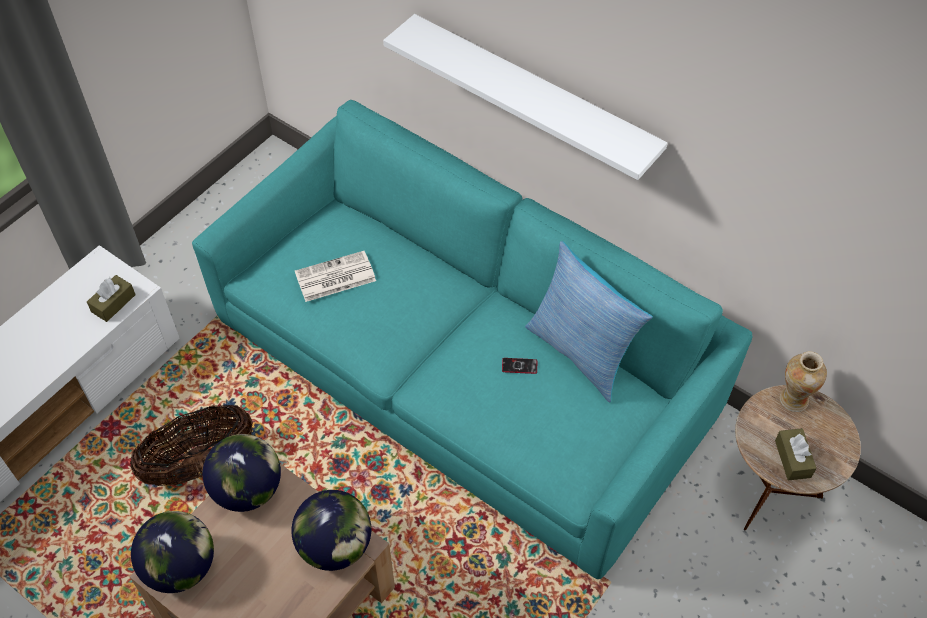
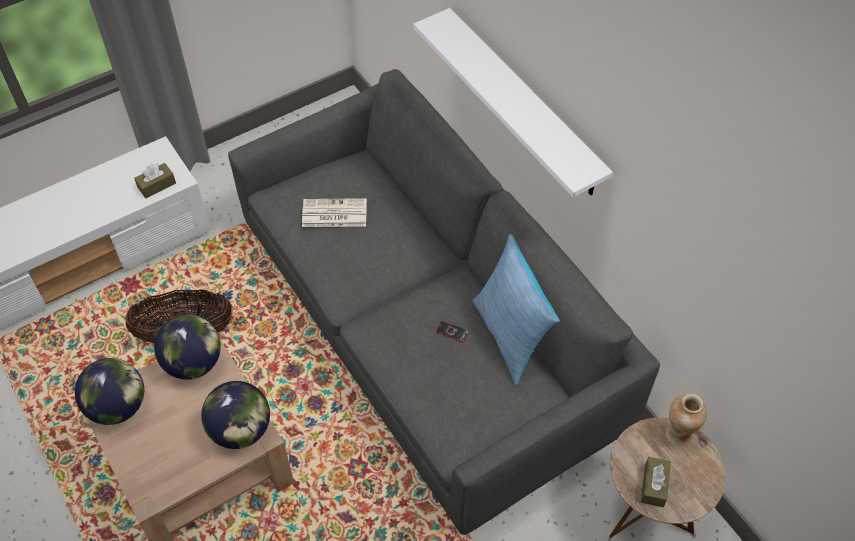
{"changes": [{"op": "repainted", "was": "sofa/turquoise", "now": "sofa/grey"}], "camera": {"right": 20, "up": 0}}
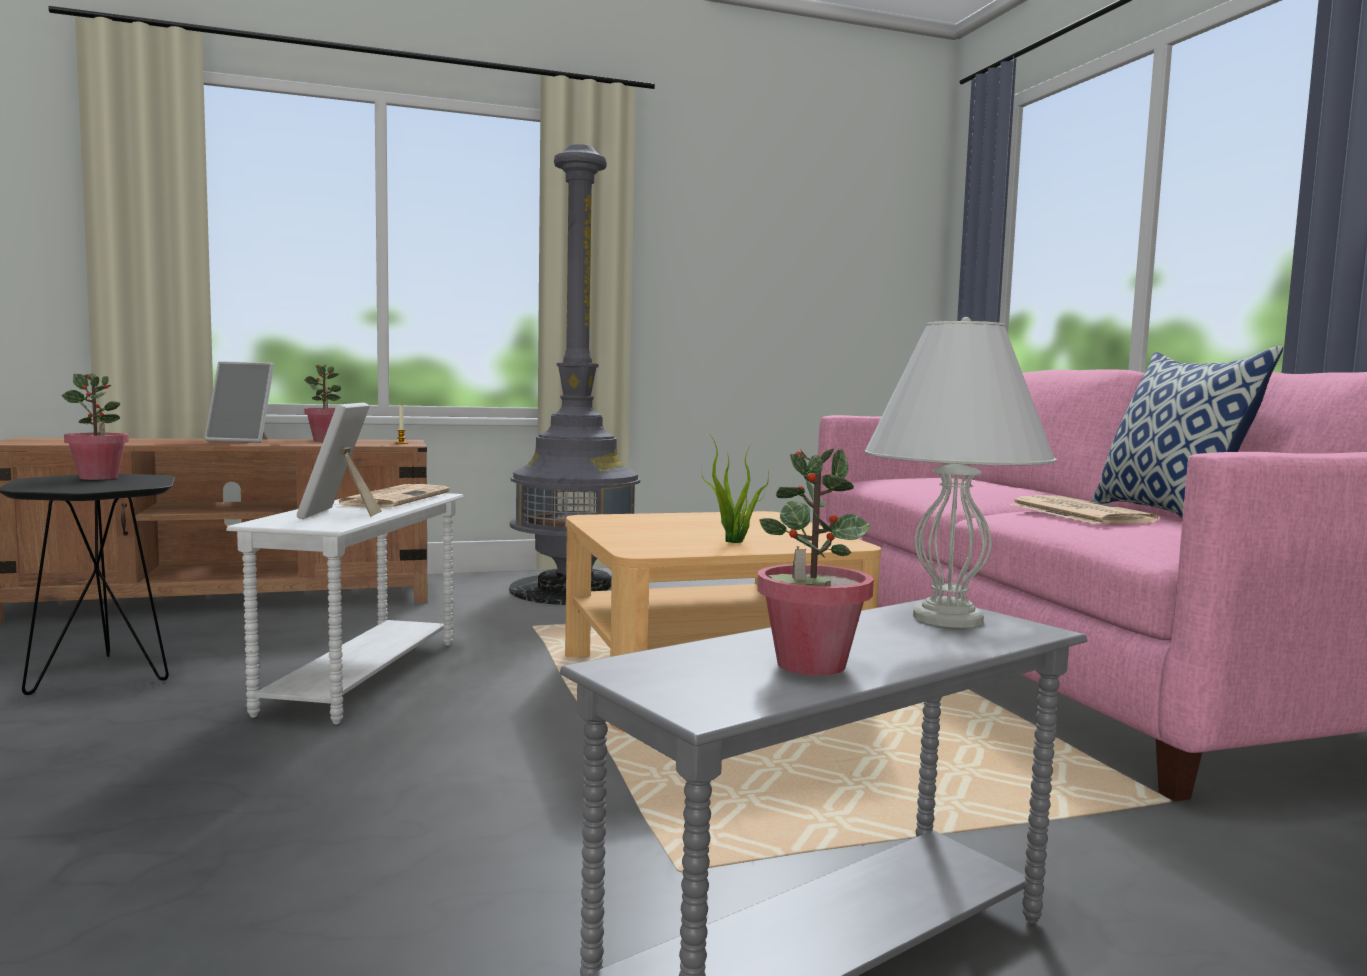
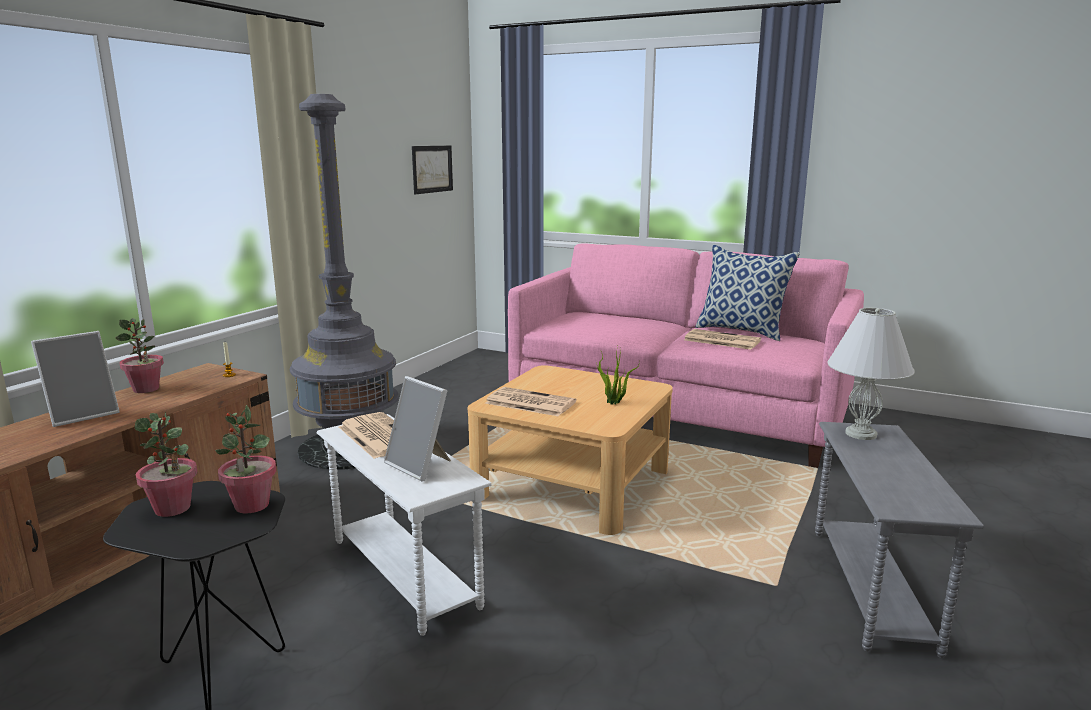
{"changes": [{"op": "new", "now": "picture"}, {"op": "new", "now": "newspaper (no. 2 from left)"}, {"op": "shifted", "was": "potted plant (no. 4 from left in the first image)", "now": "potted plant (no. 3 from left)"}], "camera": {"right": -45, "up": 10}}
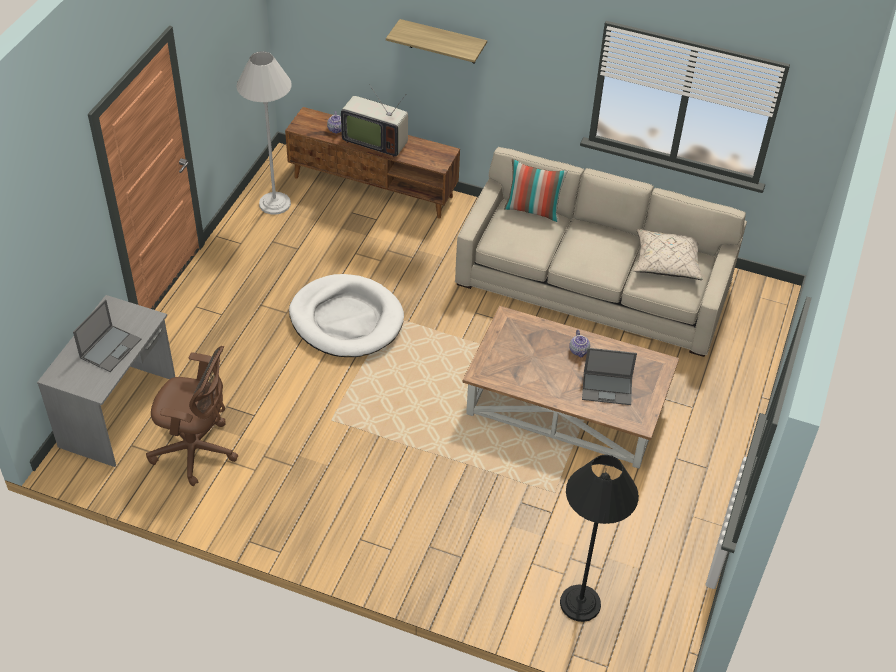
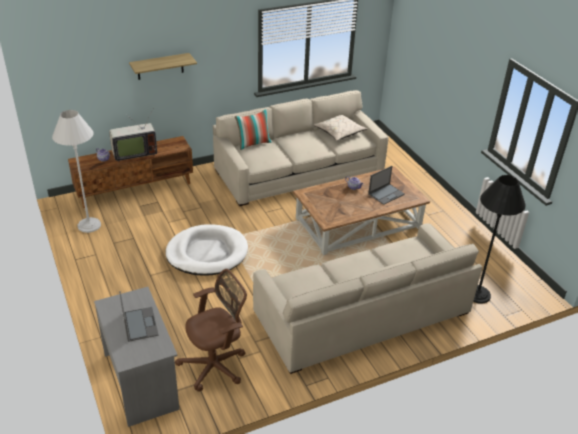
{"changes": [{"op": "new", "now": "sofa/beige (no. 2 from left)"}], "camera": {"right": -45, "up": -10}}
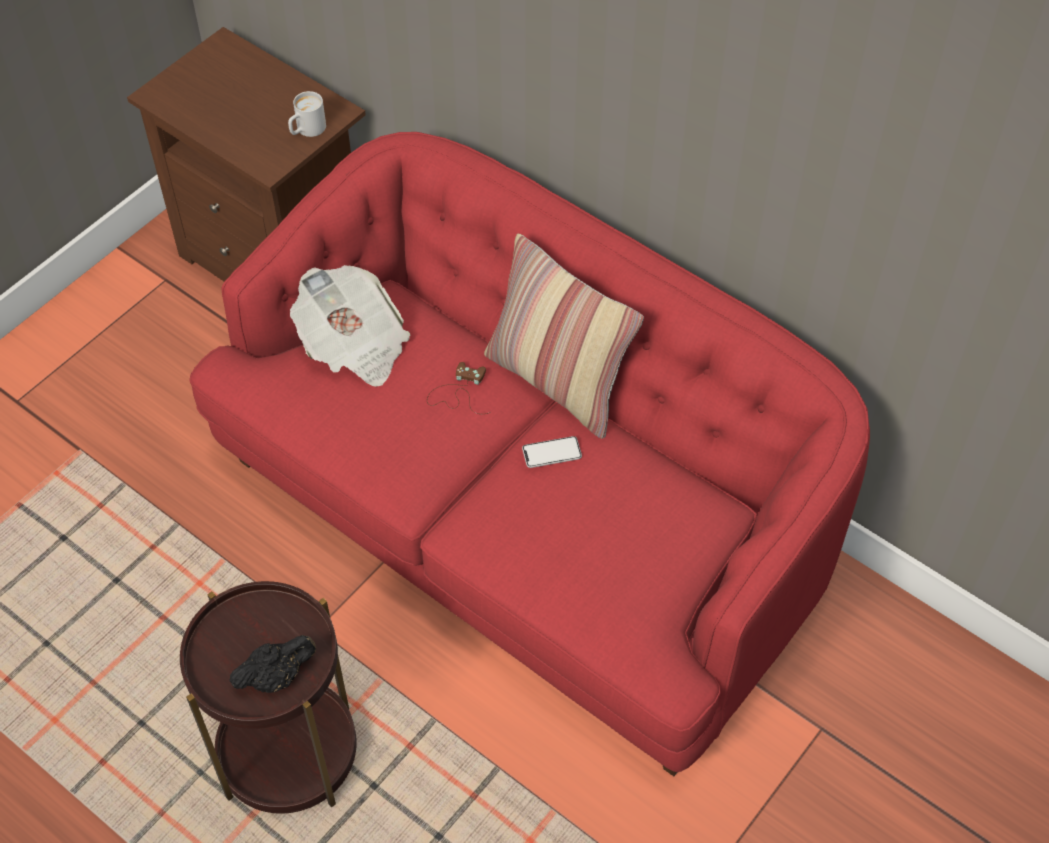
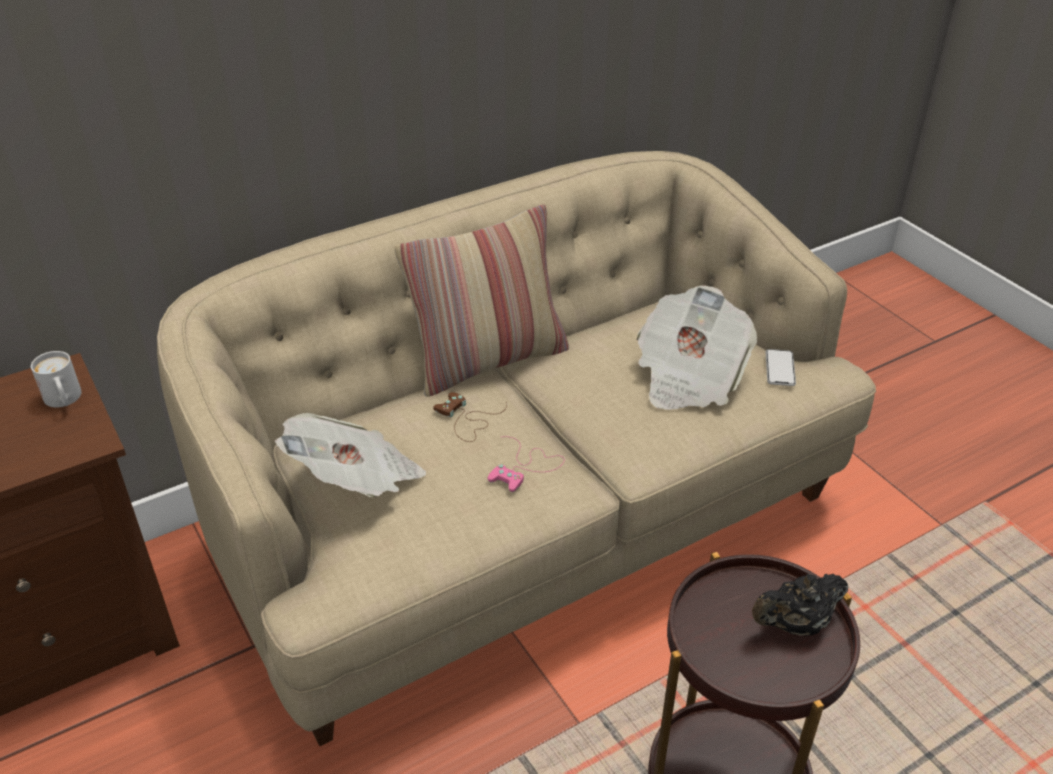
{"changes": [{"op": "new", "now": "game controller/pink"}, {"op": "new", "now": "newspaper (no. 2 from left)"}, {"op": "shifted", "was": "phone"}, {"op": "repainted", "was": "sofa/red", "now": "sofa/beige"}, {"op": "rotated", "was": "teapot/black", "clockwise": -105}], "camera": {"right": -70, "up": -15}}
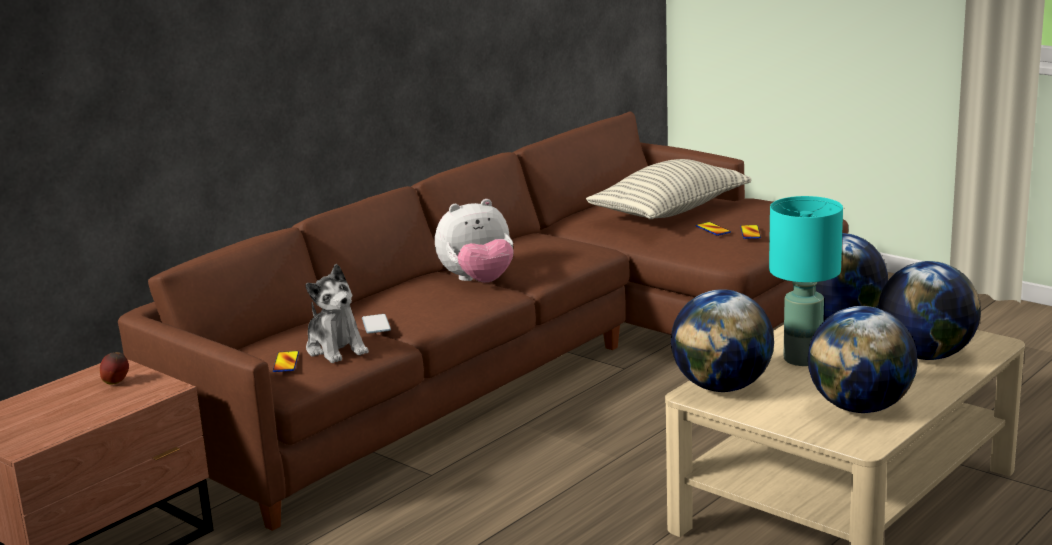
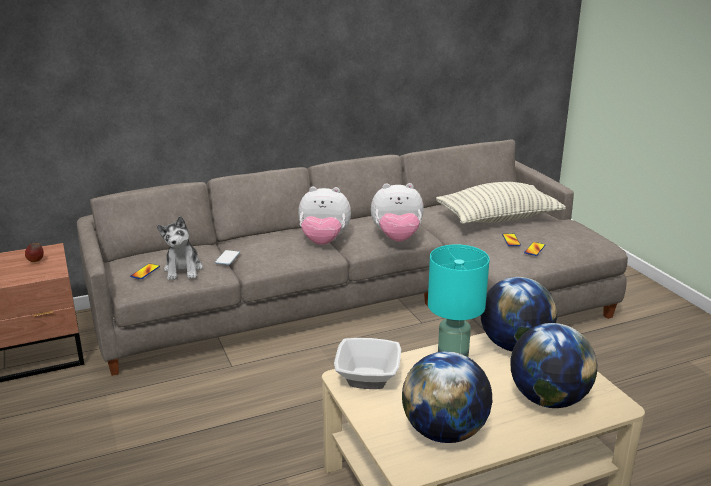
{"changes": [{"op": "new", "now": "plush toy (no. 3 from left)"}, {"op": "swapped", "was": "globe (no. 1 from left)", "now": "bowl"}, {"op": "repainted", "was": "sofa/brown", "now": "sofa/grey"}], "camera": {"right": 25, "up": 5}}
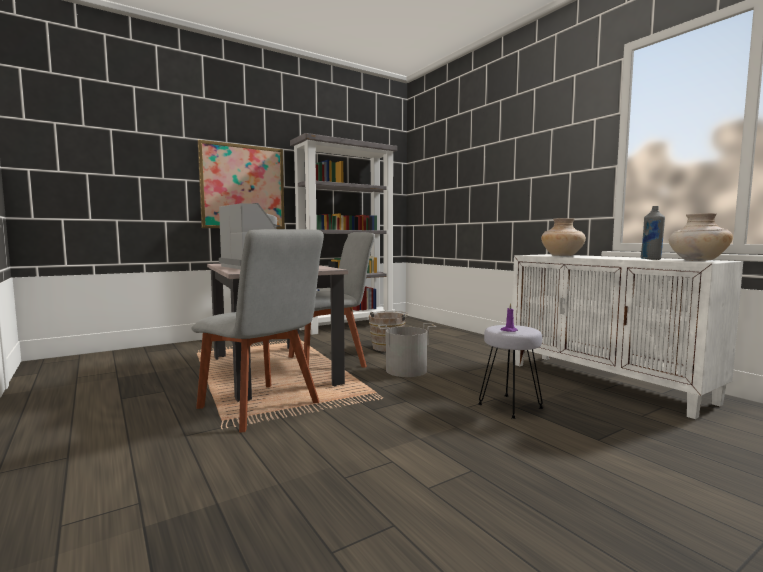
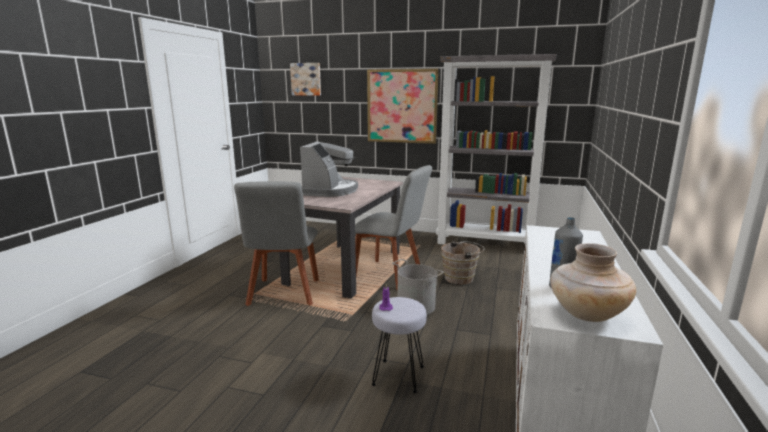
{"changes": [{"op": "gone", "was": "vase/beige (no. 1 from left)"}, {"op": "new", "now": "picture (no. 1 from left)"}], "camera": {"right": 50, "up": 10}}
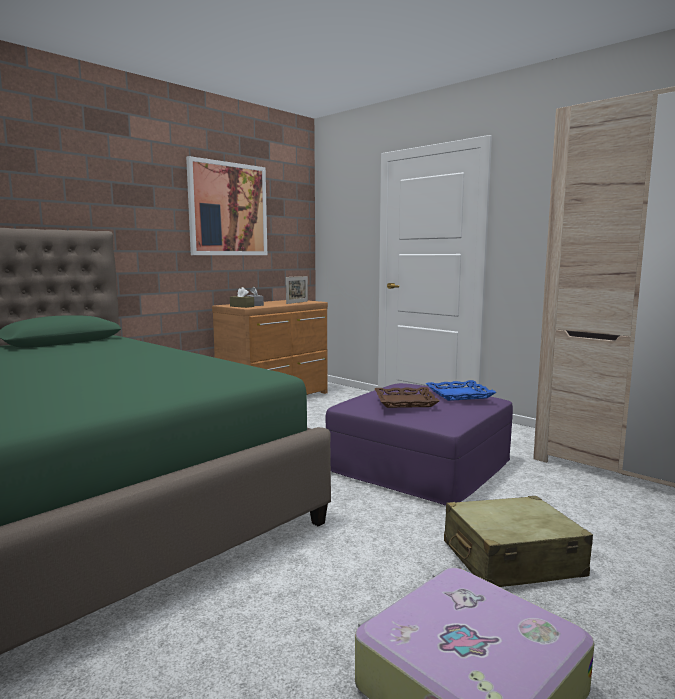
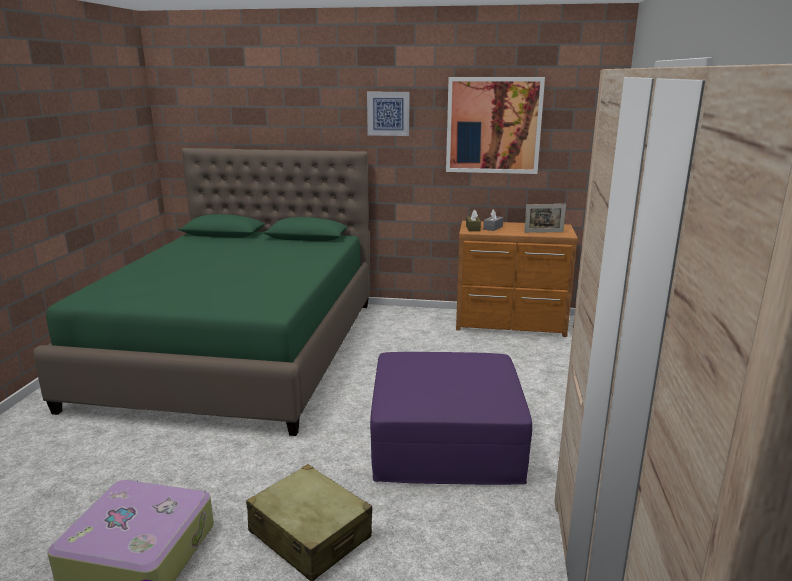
{"changes": [{"op": "gone", "was": "tray/brown"}, {"op": "gone", "was": "tray/blue"}, {"op": "new", "now": "picture (no. 1 from left)"}], "camera": {"right": 55, "up": 10}}
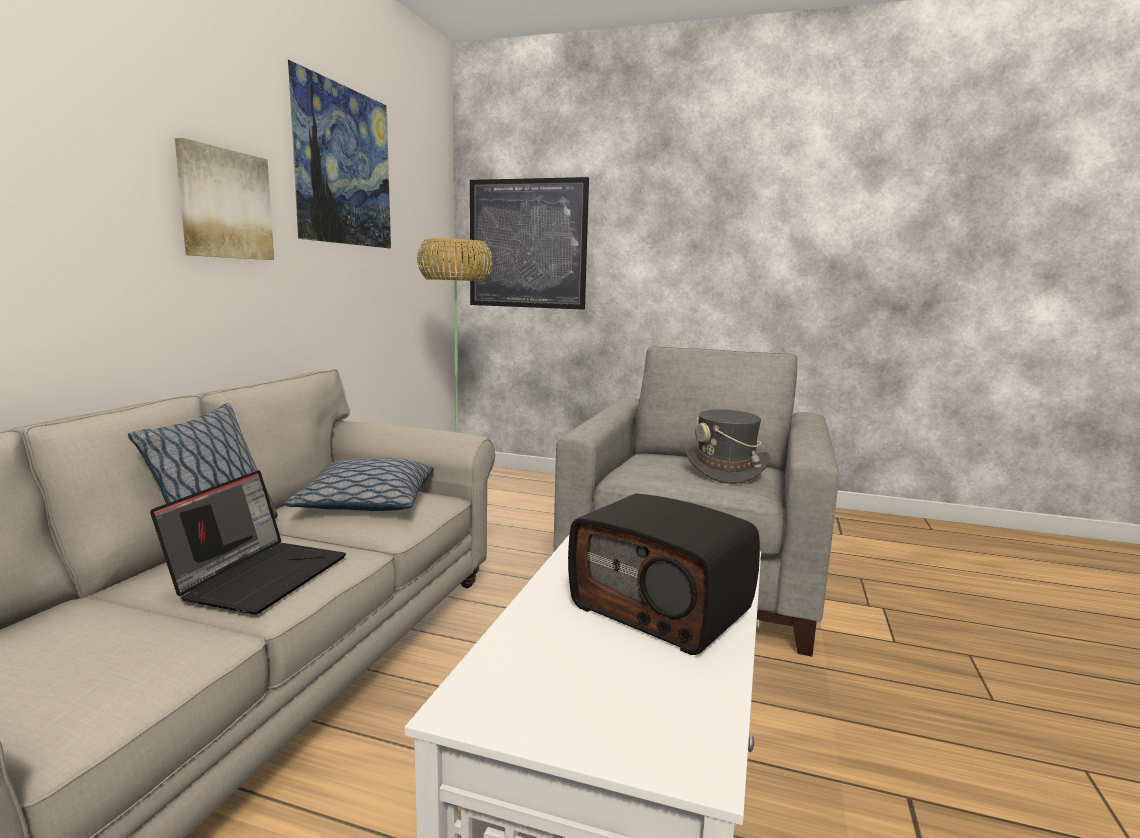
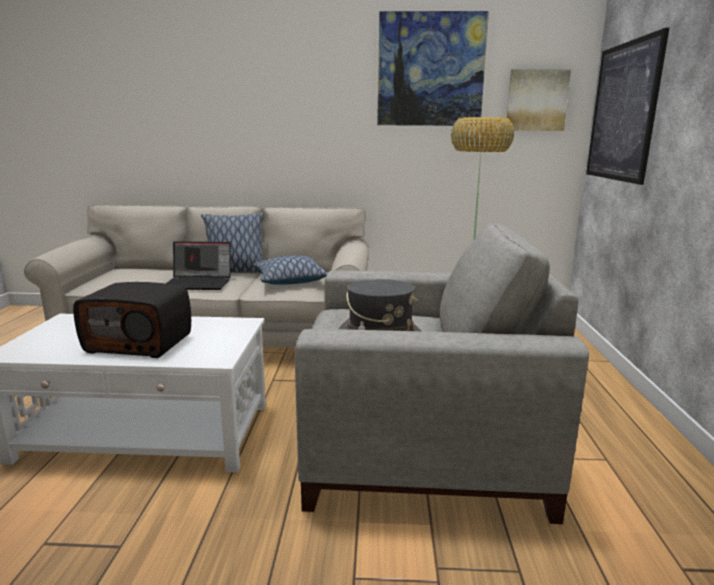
{"changes": [{"op": "shifted", "was": "picture (no. 1 from left in the first image)", "now": "picture (no. 2 from left)"}, {"op": "rotated", "was": "radio", "clockwise": -105}], "camera": {"right": 75, "up": 5}}
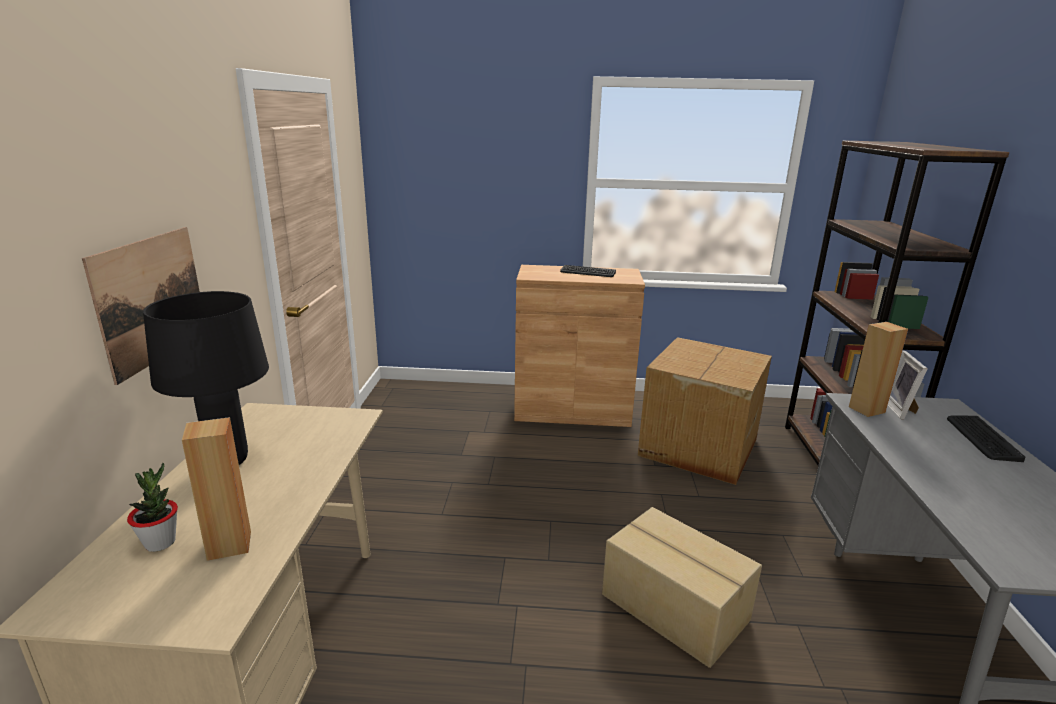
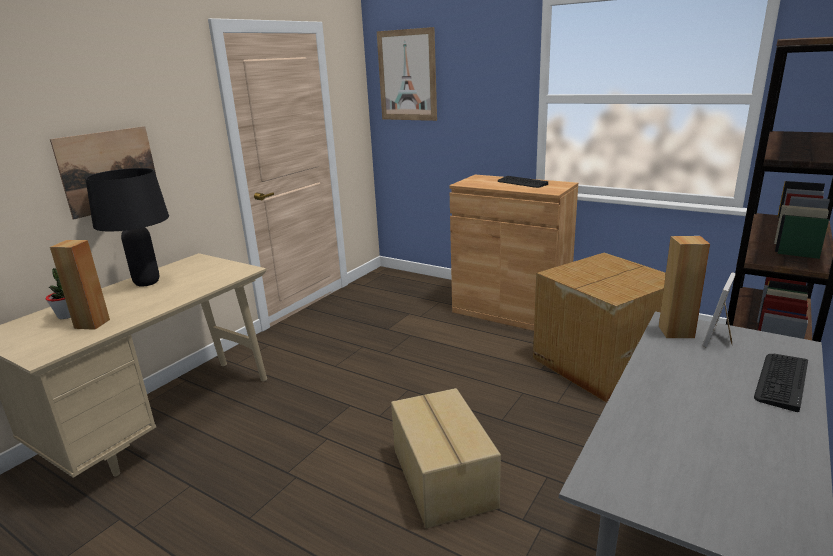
{"changes": [{"op": "new", "now": "picture (no. 2 from left)"}], "camera": {"right": 30, "up": 0}}
